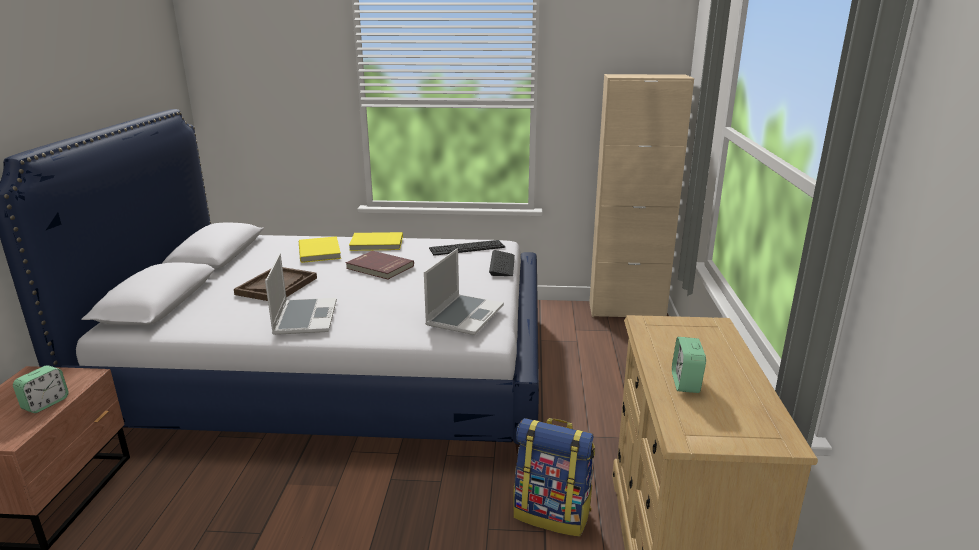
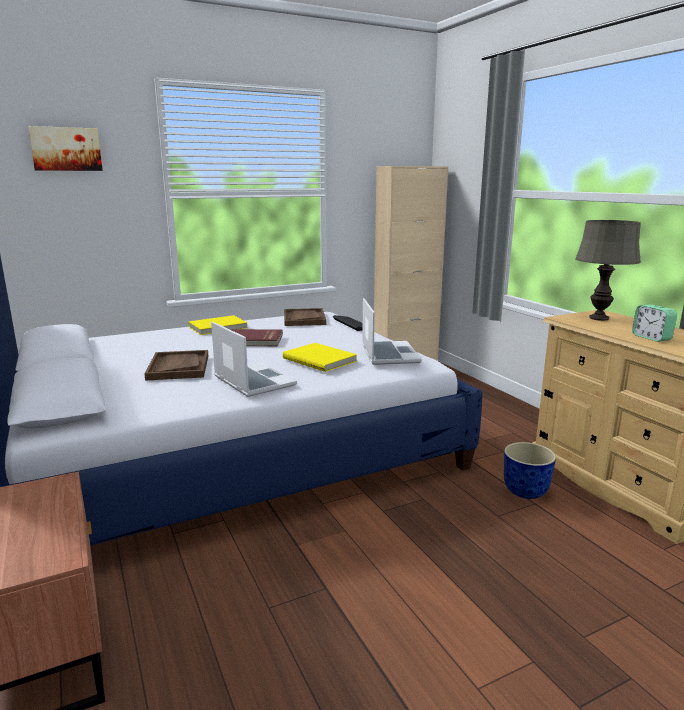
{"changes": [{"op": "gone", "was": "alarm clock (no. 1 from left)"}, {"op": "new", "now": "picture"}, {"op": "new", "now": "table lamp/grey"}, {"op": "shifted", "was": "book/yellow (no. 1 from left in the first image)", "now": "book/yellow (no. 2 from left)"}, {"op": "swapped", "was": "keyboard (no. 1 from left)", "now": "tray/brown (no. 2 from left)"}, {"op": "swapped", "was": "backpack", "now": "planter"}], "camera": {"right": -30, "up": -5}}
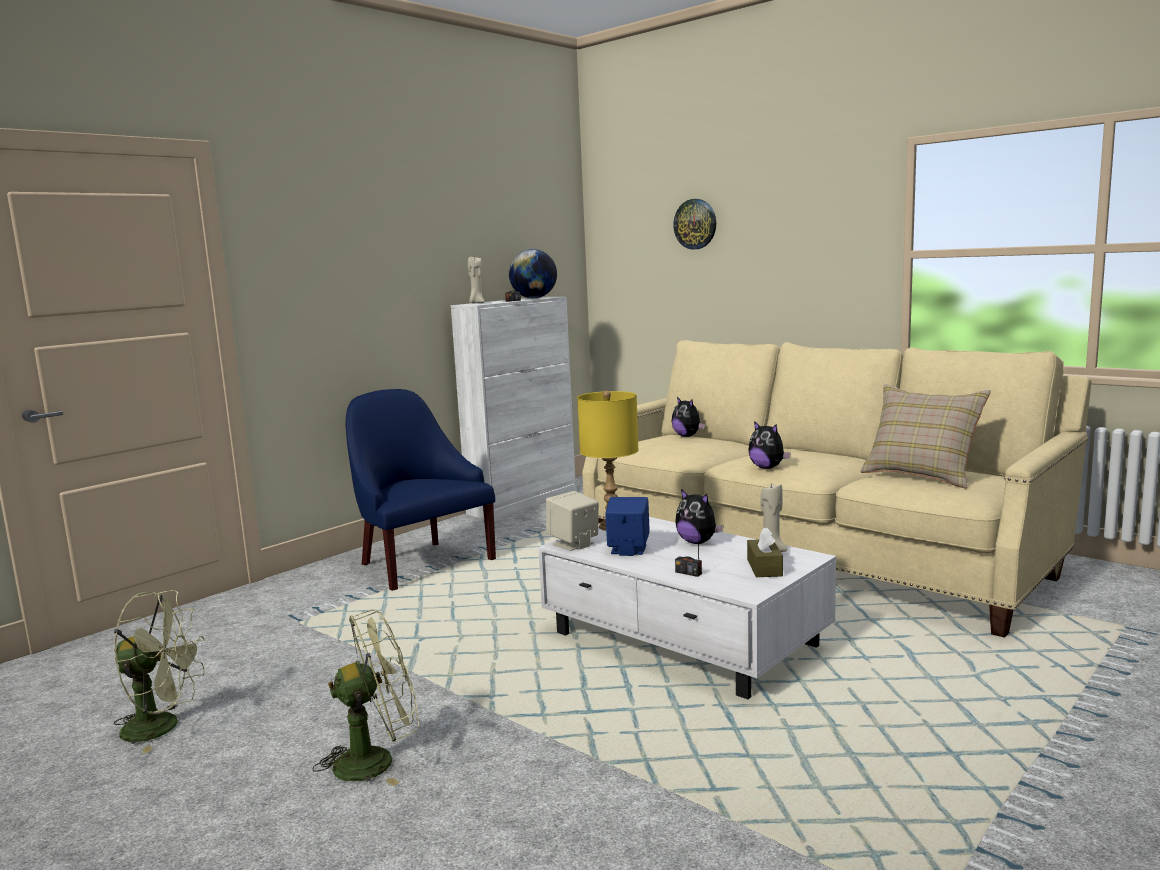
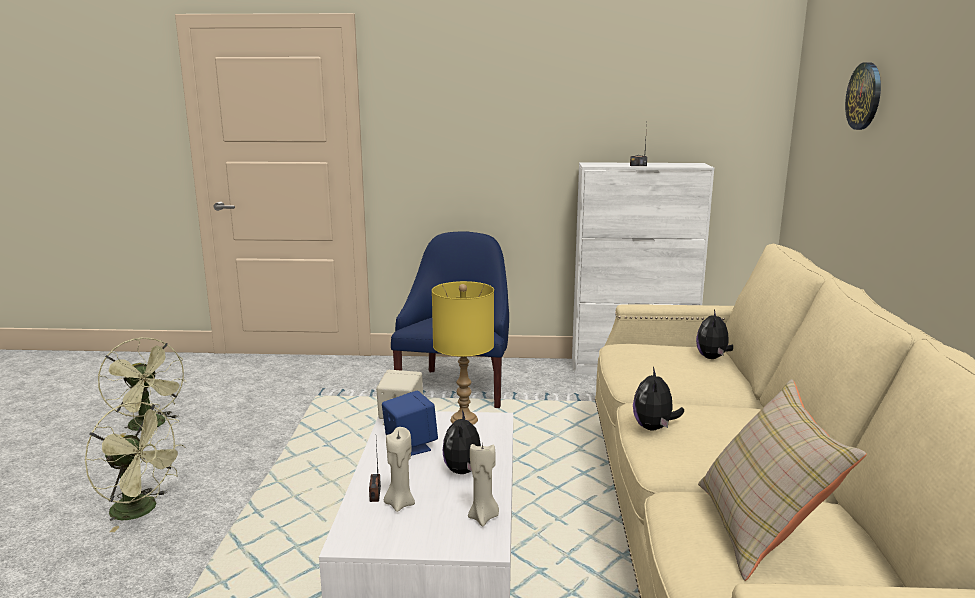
{"changes": [{"op": "gone", "was": "globe"}, {"op": "gone", "was": "tissue box/brown"}, {"op": "shifted", "was": "candle/beige (no. 1 from left)"}], "camera": {"right": 50, "up": 5}}
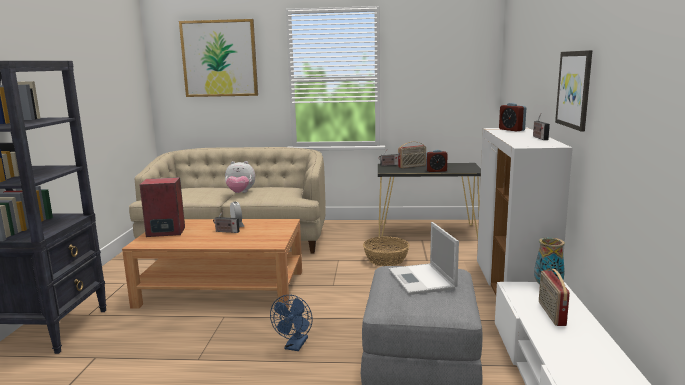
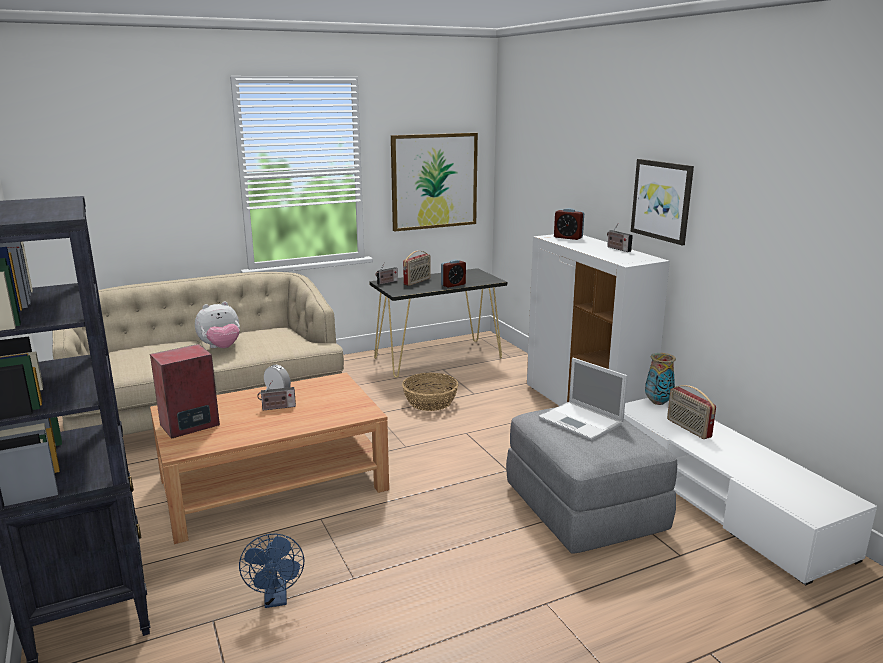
{"changes": [{"op": "shifted", "was": "picture (no. 1 from left)"}, {"op": "shifted", "was": "fan/blue"}], "camera": {"right": -30, "up": 5}}
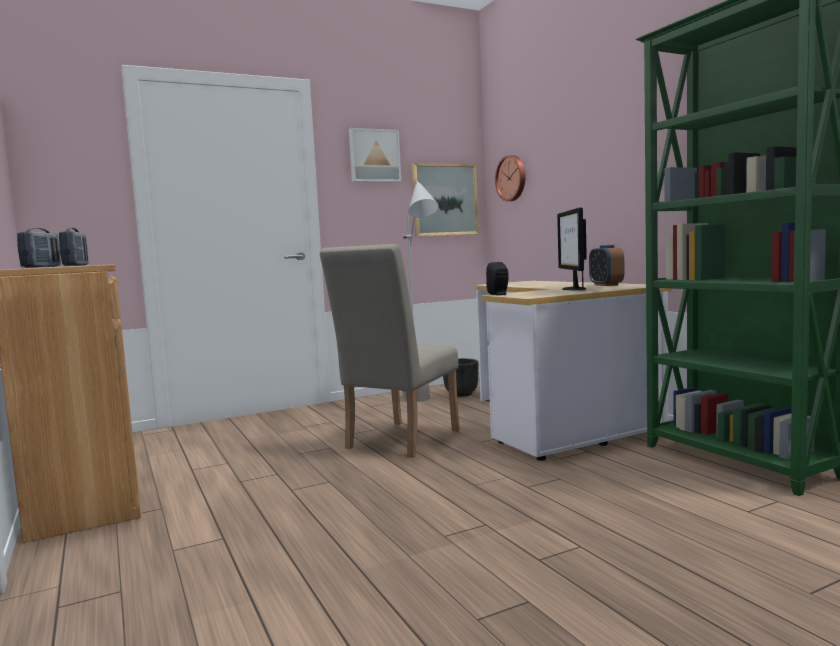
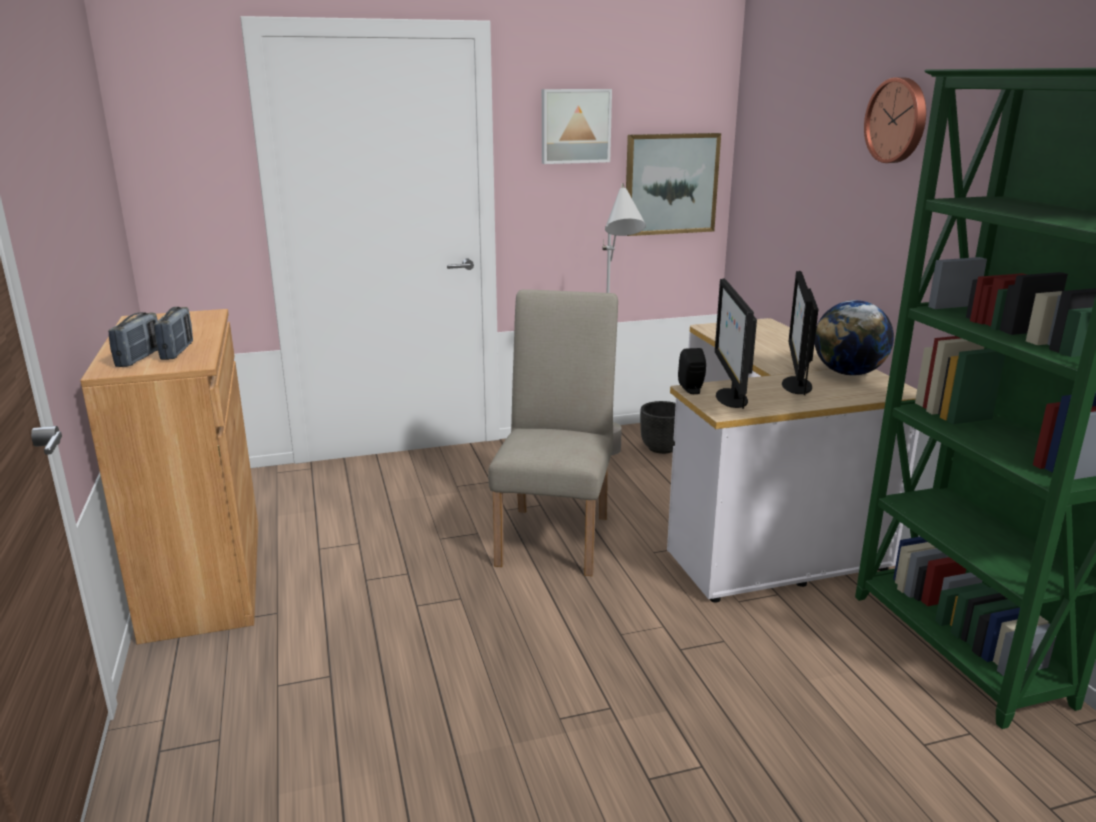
{"changes": [{"op": "new", "now": "monitor (no. 1 from left)"}, {"op": "shifted", "was": "wall clock"}, {"op": "swapped", "was": "alarm clock", "now": "globe"}, {"op": "rotated", "was": "chair/beige", "clockwise": 150}], "camera": {"right": 10, "up": 15}}
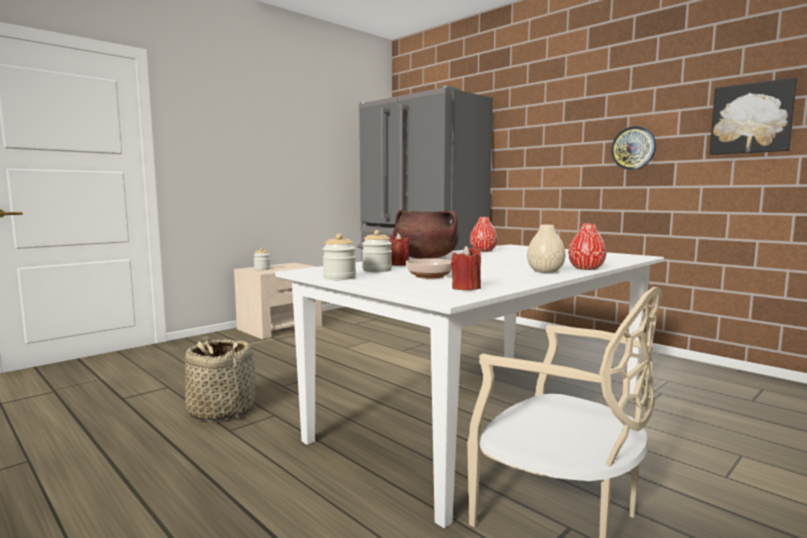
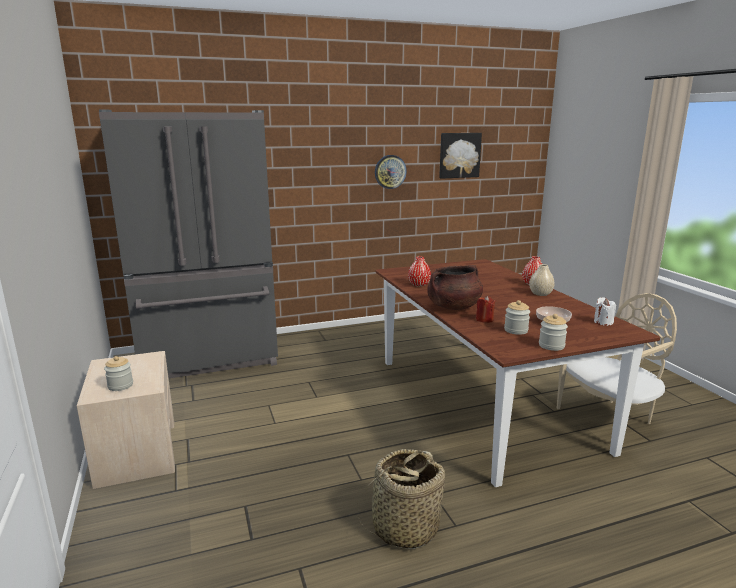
{"changes": [{"op": "repainted", "was": "dining table/white", "now": "dining table/brown"}, {"op": "repainted", "was": "candle/red (no. 2 from left)", "now": "candle/white"}], "camera": {"right": -65, "up": 10}}
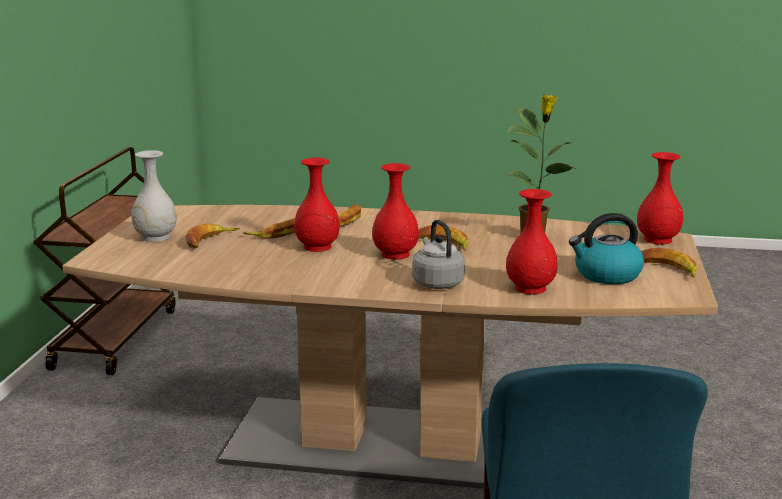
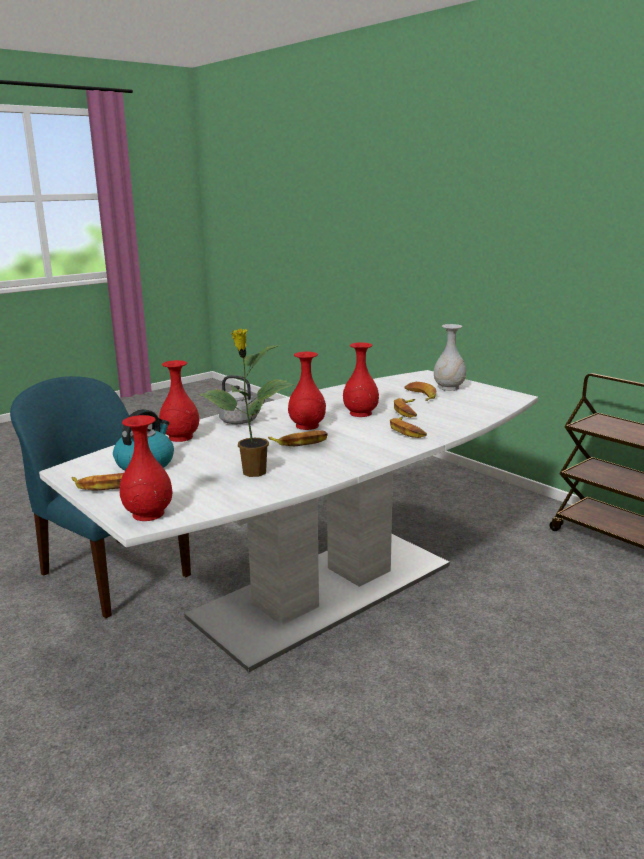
{"changes": [{"op": "repainted", "was": "dining table/brown", "now": "dining table/white"}], "camera": {"right": 130, "up": 0}}
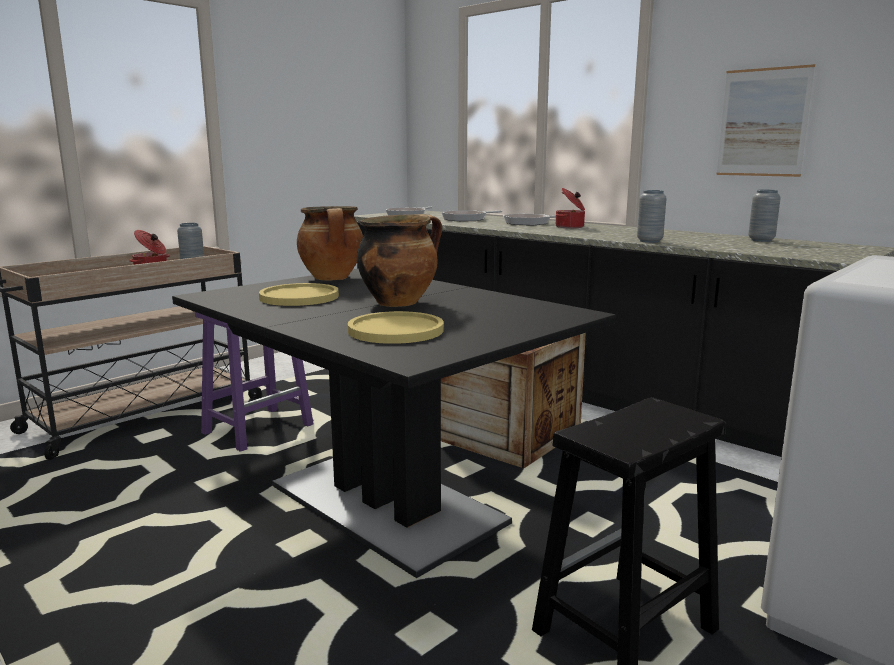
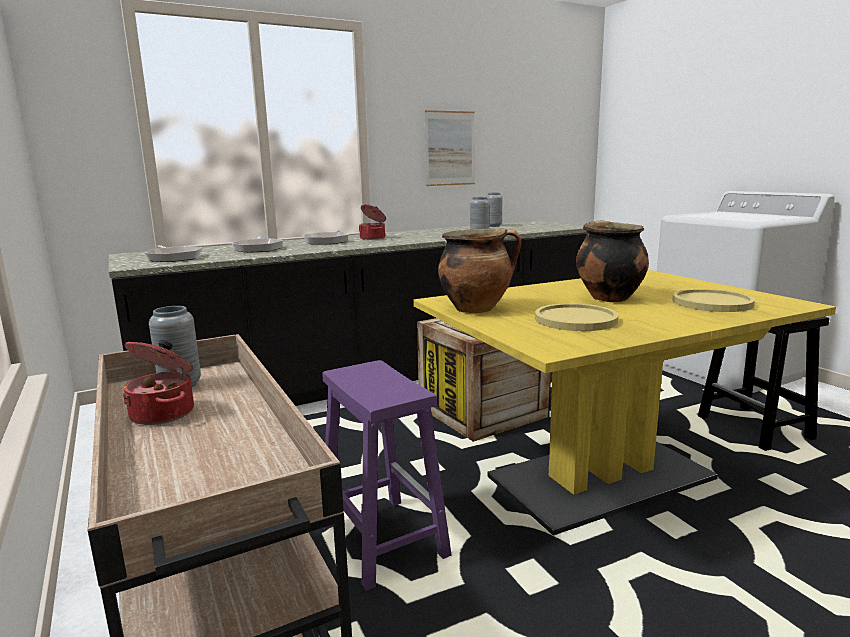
{"changes": [{"op": "repainted", "was": "dining table/black", "now": "dining table/yellow"}], "camera": {"right": -70, "up": 0}}
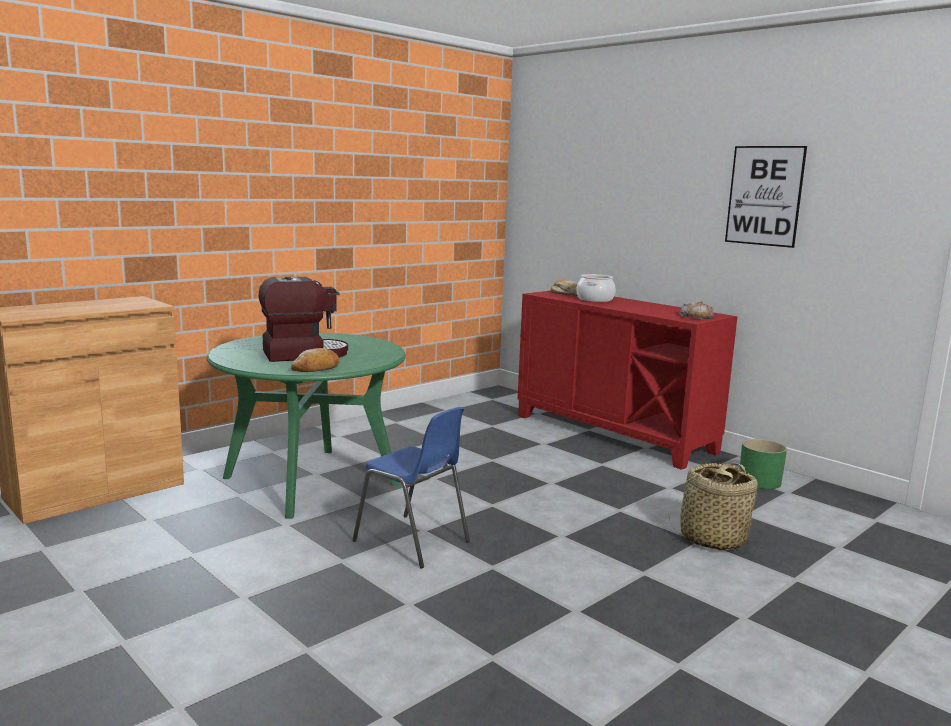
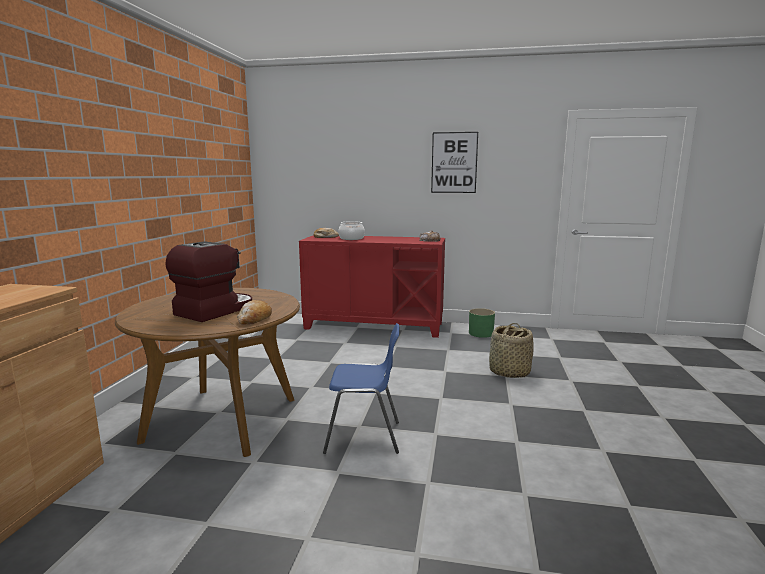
{"changes": [{"op": "repainted", "was": "dining table/green", "now": "dining table/brown"}], "camera": {"right": -35, "up": 0}}
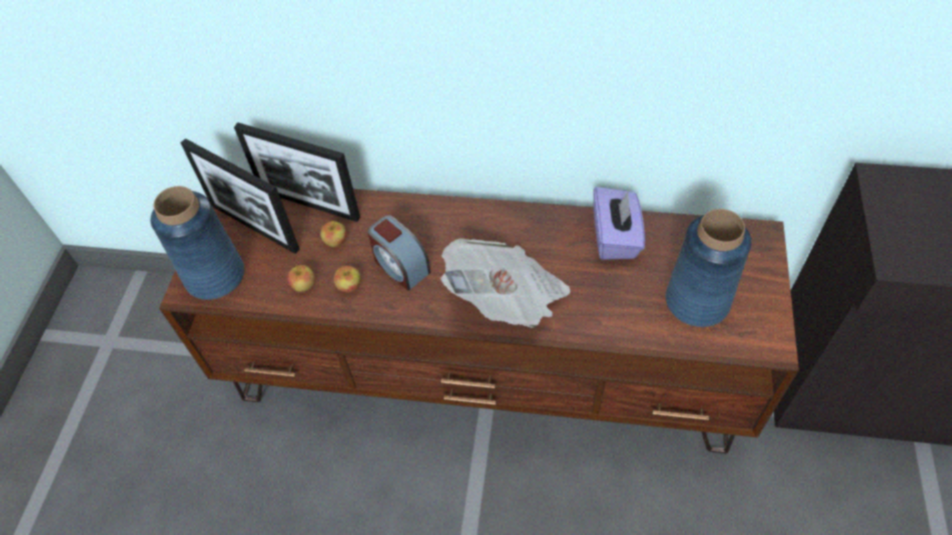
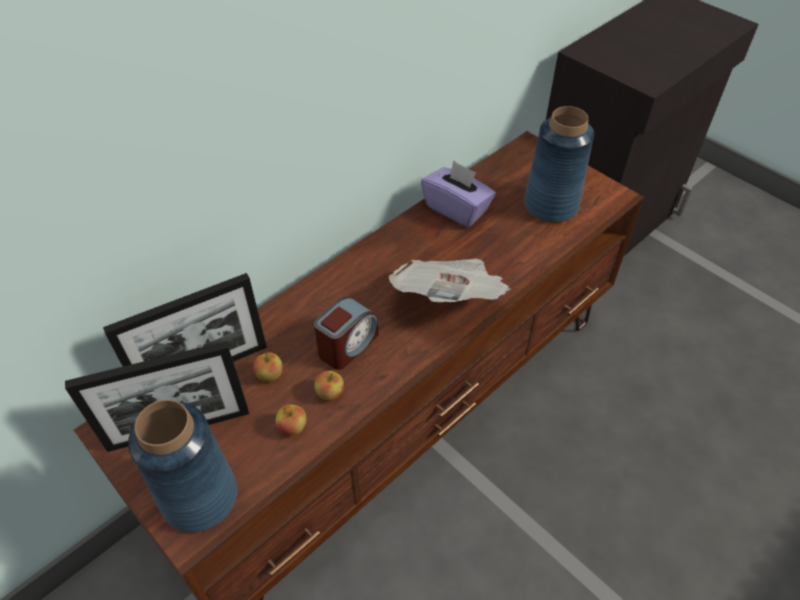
{"changes": [{"op": "rotated", "was": "alarm clock", "clockwise": -45}], "camera": {"right": -55, "up": -5}}
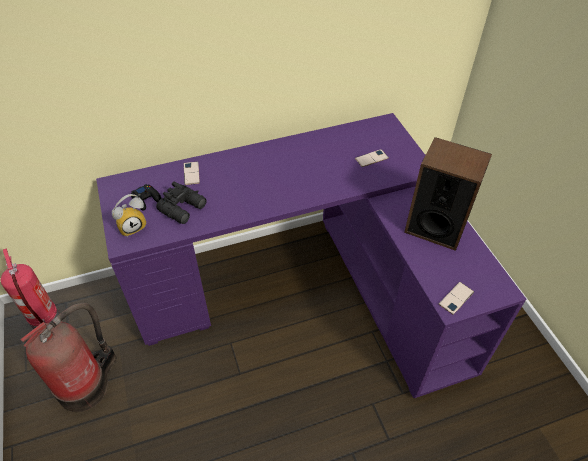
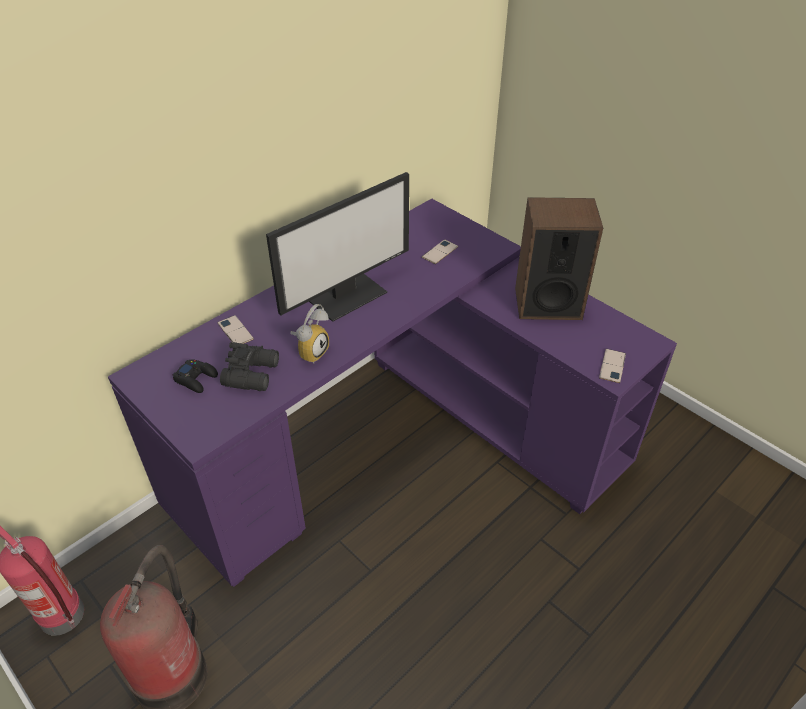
{"changes": [{"op": "new", "now": "monitor"}, {"op": "shifted", "was": "alarm clock"}], "camera": {"right": -25, "up": -5}}
